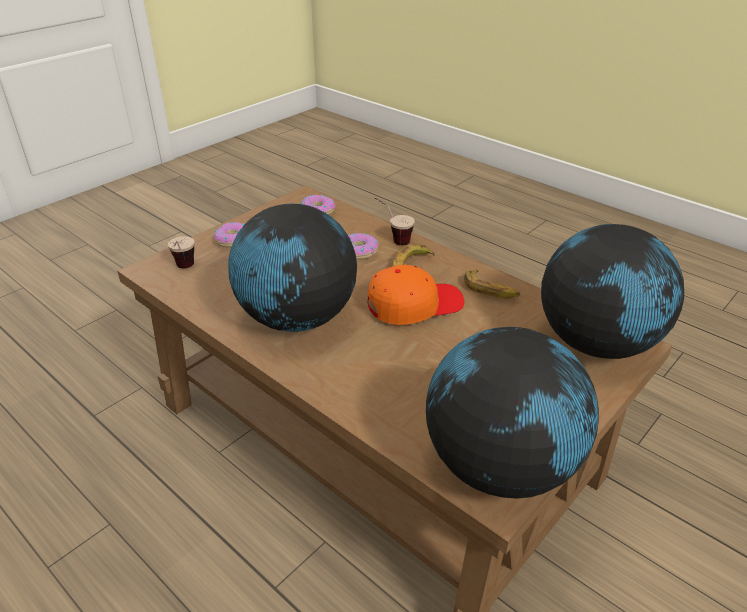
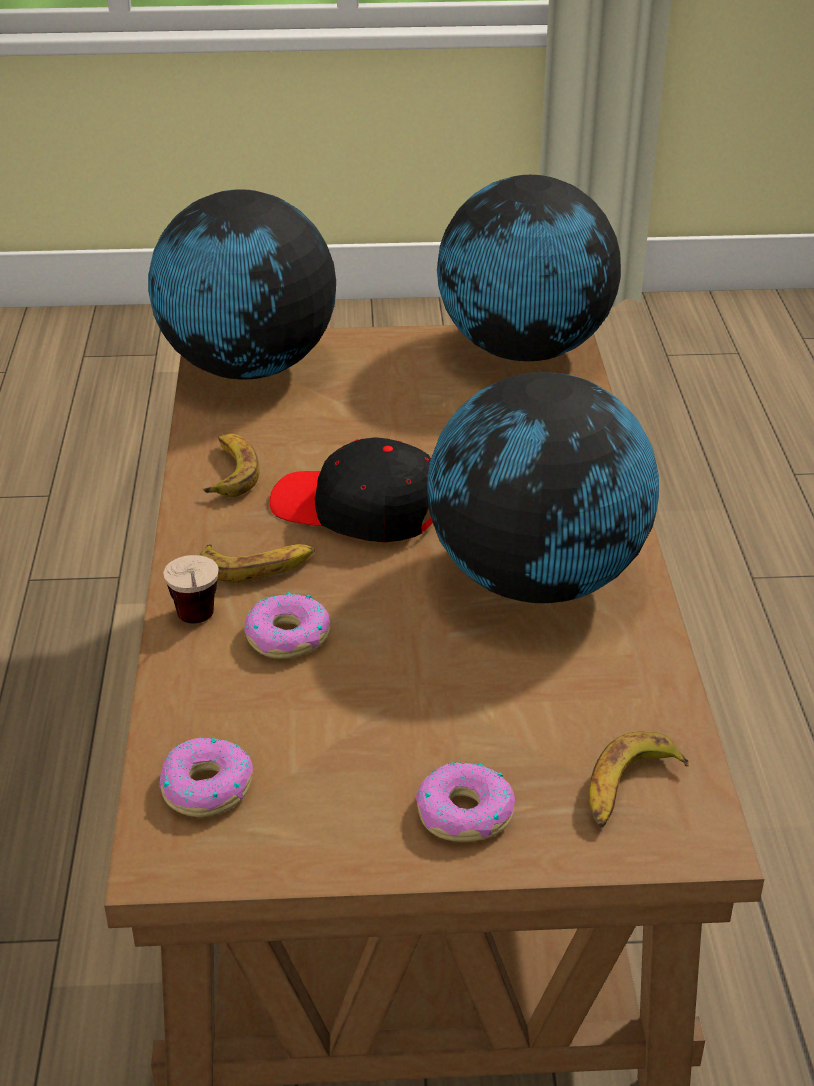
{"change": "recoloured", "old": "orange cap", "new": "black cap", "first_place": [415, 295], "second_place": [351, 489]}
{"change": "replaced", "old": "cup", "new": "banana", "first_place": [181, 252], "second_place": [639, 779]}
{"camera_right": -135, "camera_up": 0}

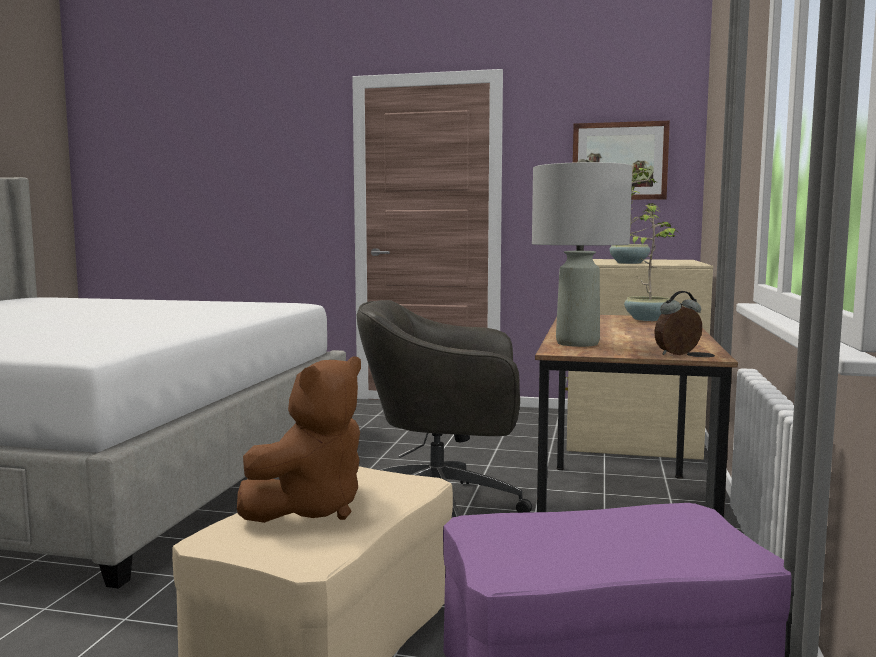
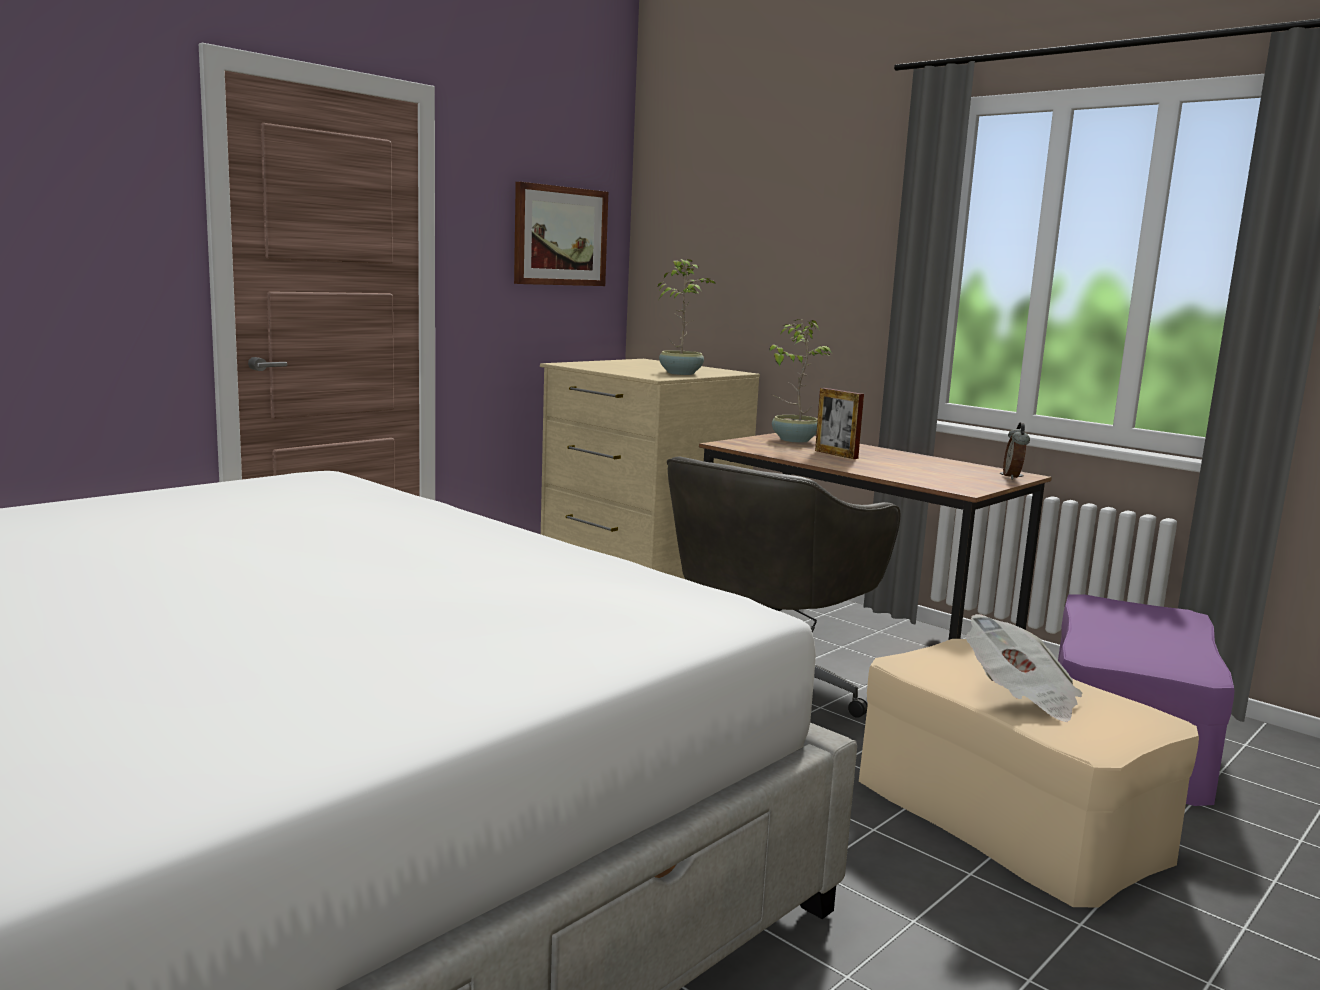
{"change": "added", "new": "picture frame", "second_place": [839, 423]}
{"change": "replaced", "old": "brown plush toy", "new": "newspaper", "first_place": [299, 440], "second_place": [1024, 668]}
{"change": "removed", "old": "grey table lamp", "first_place": [582, 253]}
{"camera_right": -60, "camera_up": 5}

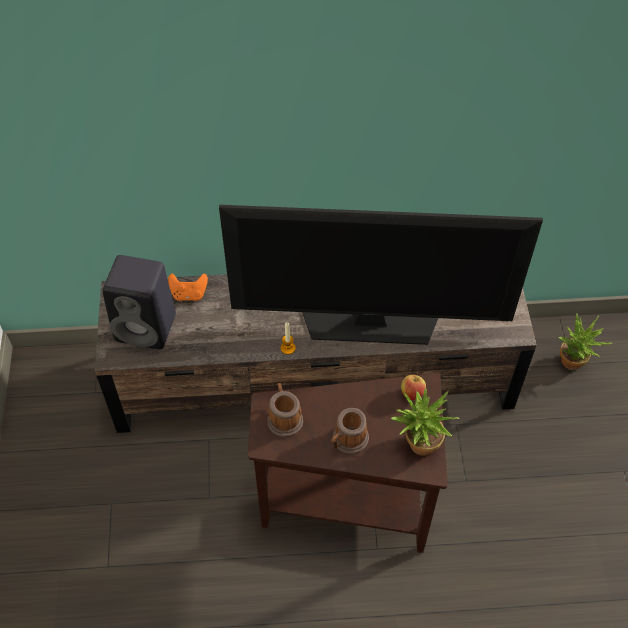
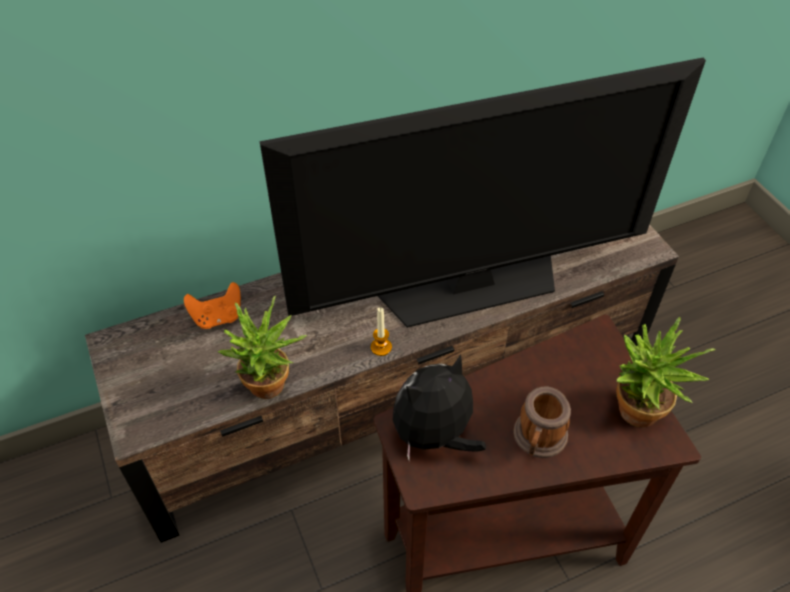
{"change": "moved", "old": "potted plant", "first_place": [585, 341], "second_place": [262, 347]}
{"change": "replaced", "old": "mug", "new": "plush toy", "first_place": [285, 410], "second_place": [439, 407]}
{"change": "removed", "old": "black speaker", "first_place": [139, 302]}
{"change": "removed", "old": "apple", "first_place": [413, 386]}
{"camera_right": -20, "camera_up": -5}

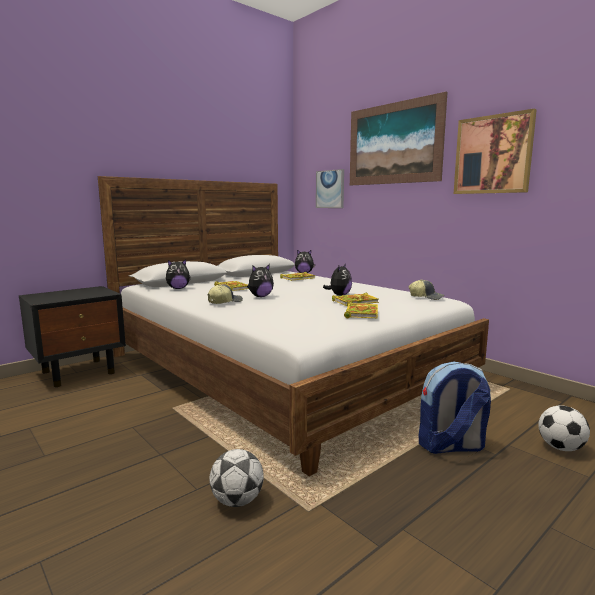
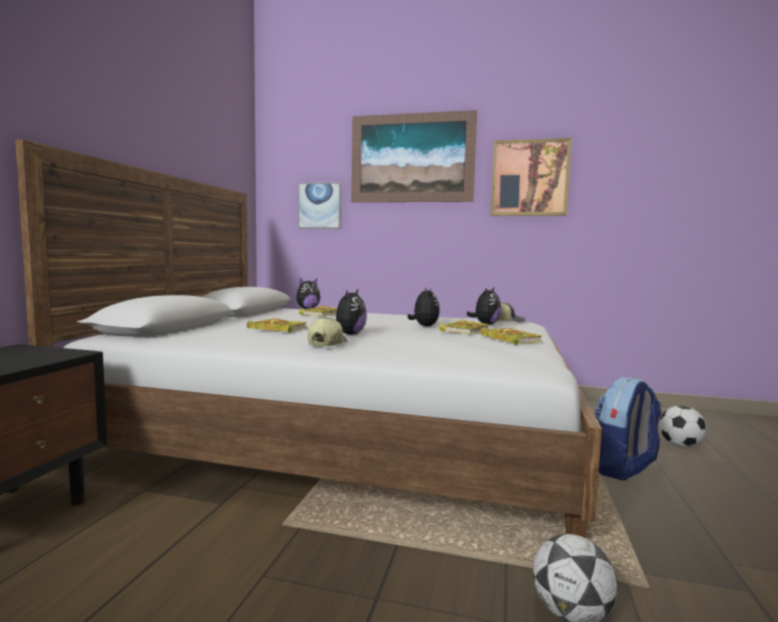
{"change": "moved", "old": "plush toy", "first_place": [178, 274], "second_place": [483, 306]}
{"camera_right": -35, "camera_up": -5}

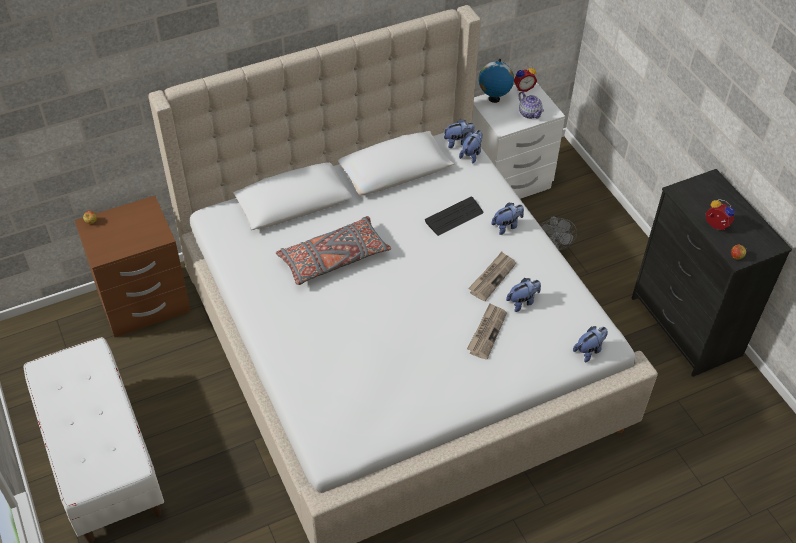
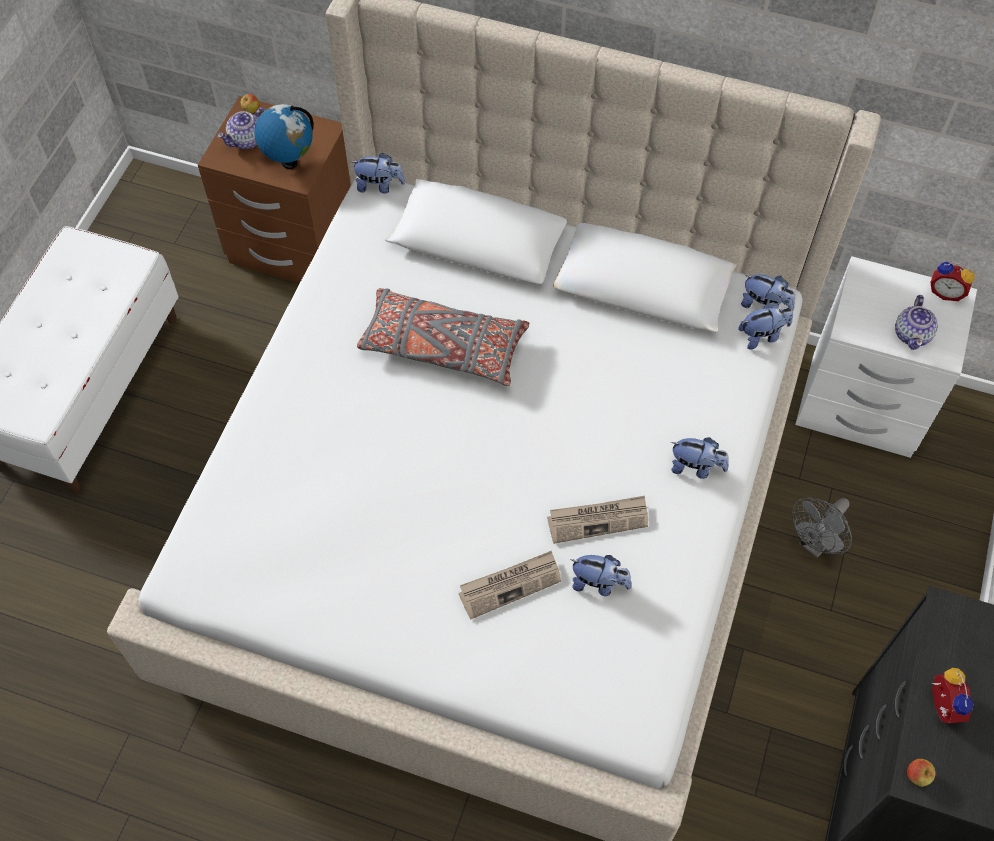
{"change": "added", "new": "teapot", "second_place": [241, 128]}
{"change": "moved", "old": "globe", "first_place": [496, 81], "second_place": [284, 136]}
{"change": "moved", "old": "plush toy", "first_place": [590, 344], "second_place": [378, 173]}
{"change": "removed", "old": "keyboard", "first_place": [454, 216]}
{"camera_right": 45, "camera_up": 10}

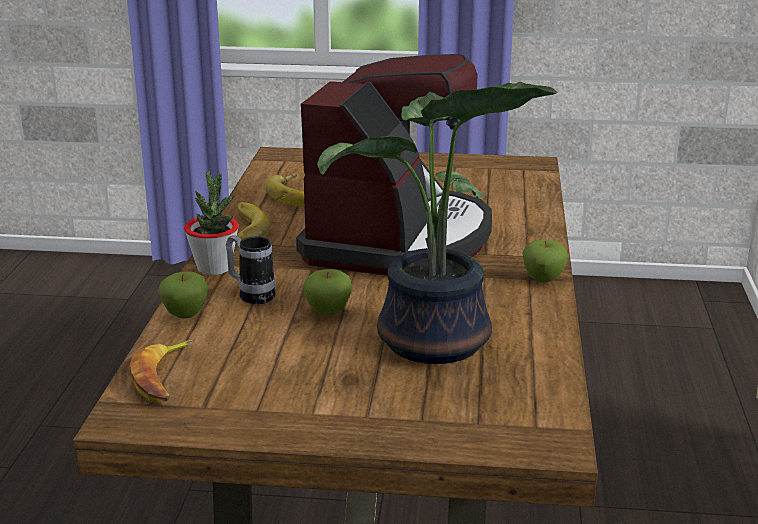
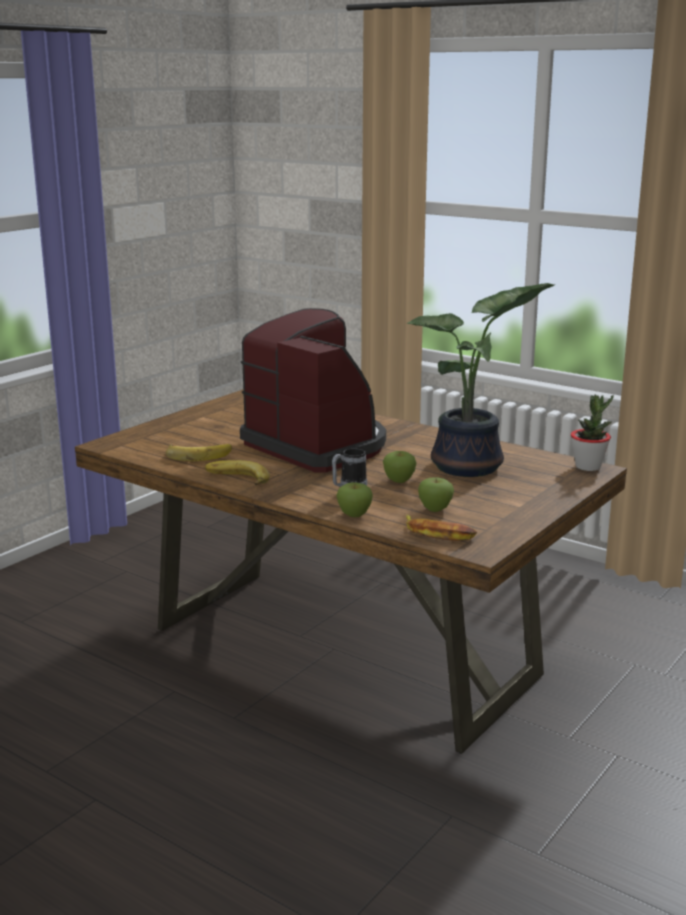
{"change": "moved", "old": "apple", "first_place": [545, 261], "second_place": [436, 494]}
{"change": "moved", "old": "potted plant", "first_place": [211, 223], "second_place": [592, 433]}
{"camera_right": -60, "camera_up": -5}

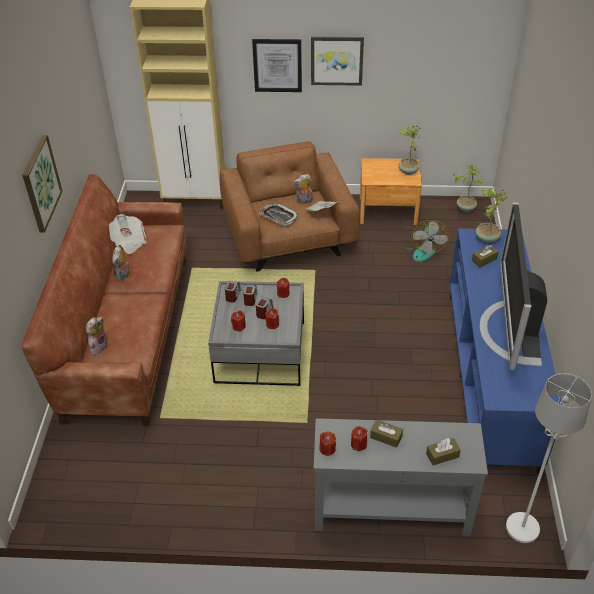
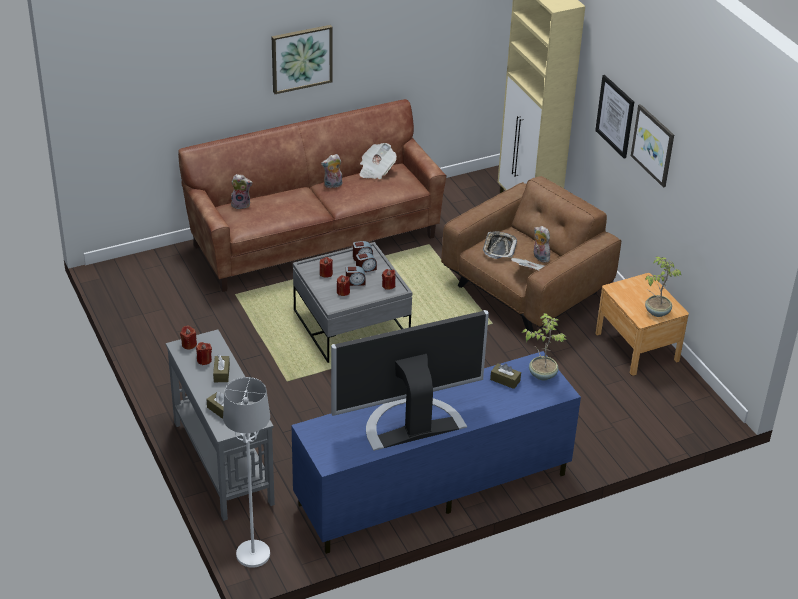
{"change": "removed", "old": "fan", "first_place": [425, 241]}
{"change": "removed", "old": "potted plant", "first_place": [468, 188]}
{"camera_right": 60, "camera_up": -5}

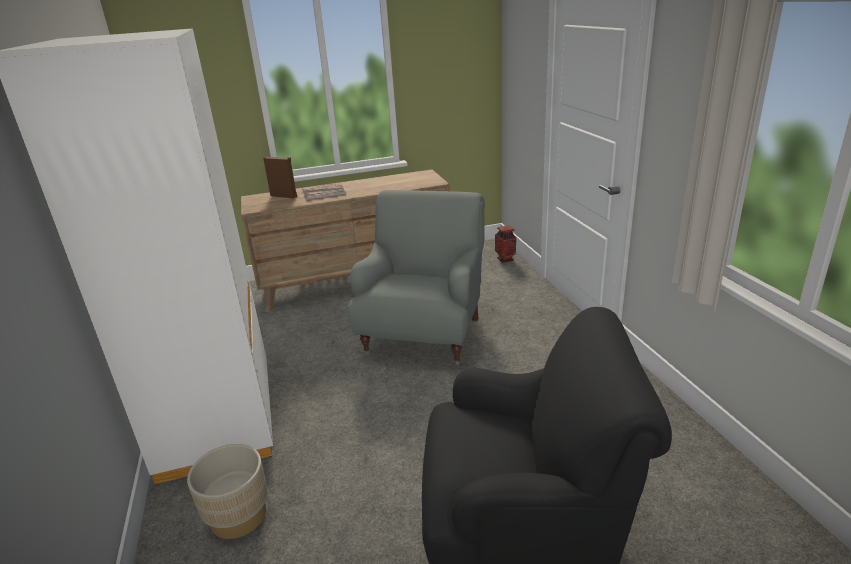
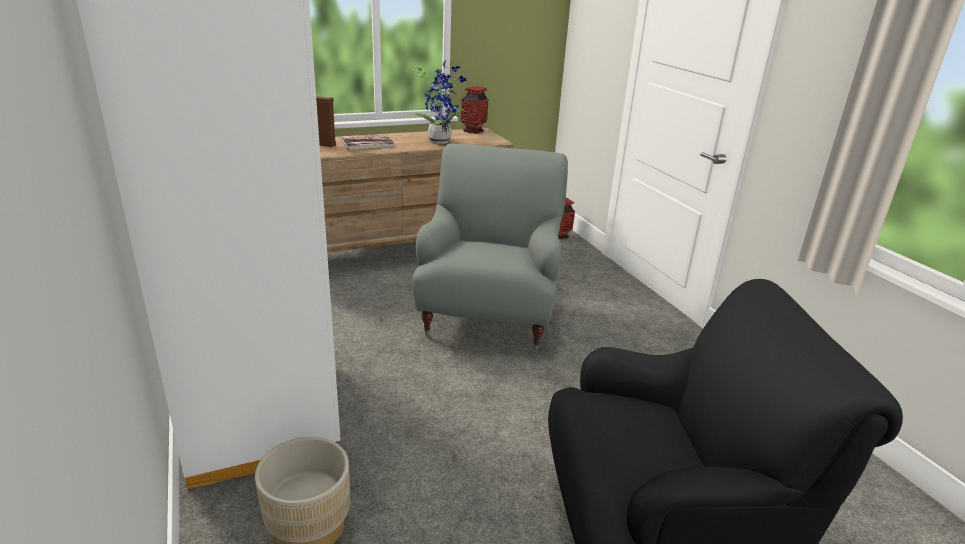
{"change": "added", "new": "potted plant", "second_place": [438, 102]}
{"change": "added", "new": "vase", "second_place": [475, 110]}
{"camera_right": -10, "camera_up": 0}

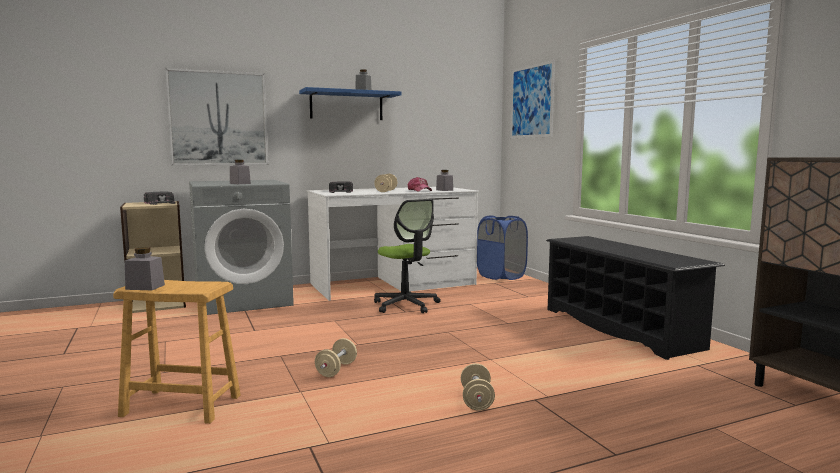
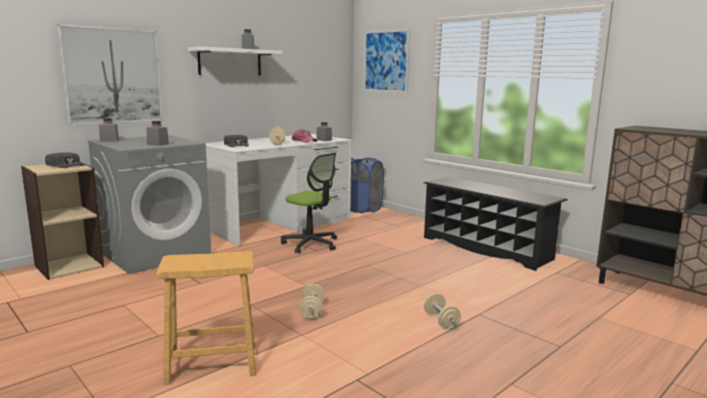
{"change": "moved", "old": "grey jar", "first_place": [145, 268], "second_place": [109, 130]}
{"change": "recoloured", "old": "blue shelf", "new": "white shelf", "first_place": [350, 103], "second_place": [235, 61]}
{"camera_right": -20, "camera_up": 5}

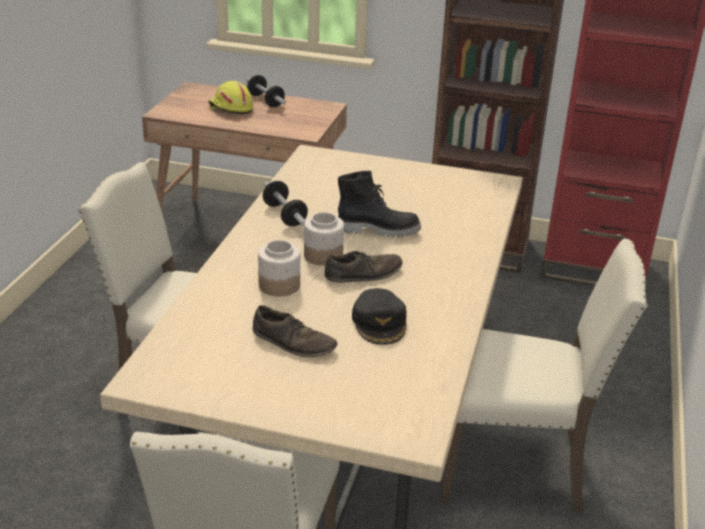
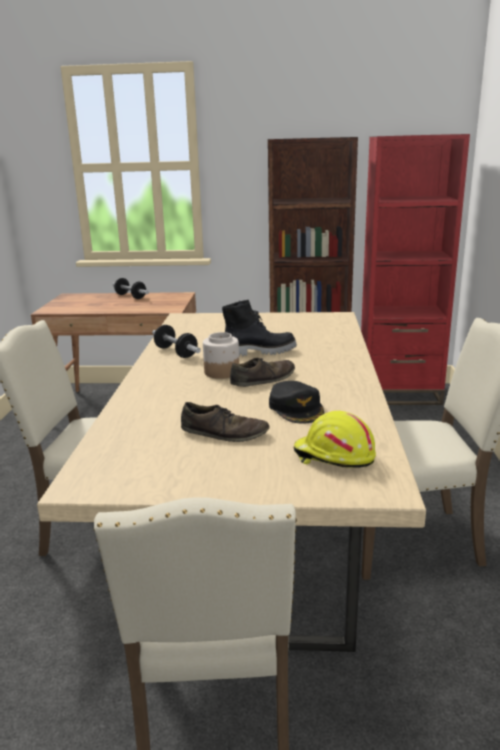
{"change": "moved", "old": "yellow hard hat", "first_place": [231, 97], "second_place": [334, 439]}
{"change": "removed", "old": "jar", "first_place": [279, 268]}
{"camera_right": -10, "camera_up": -10}

